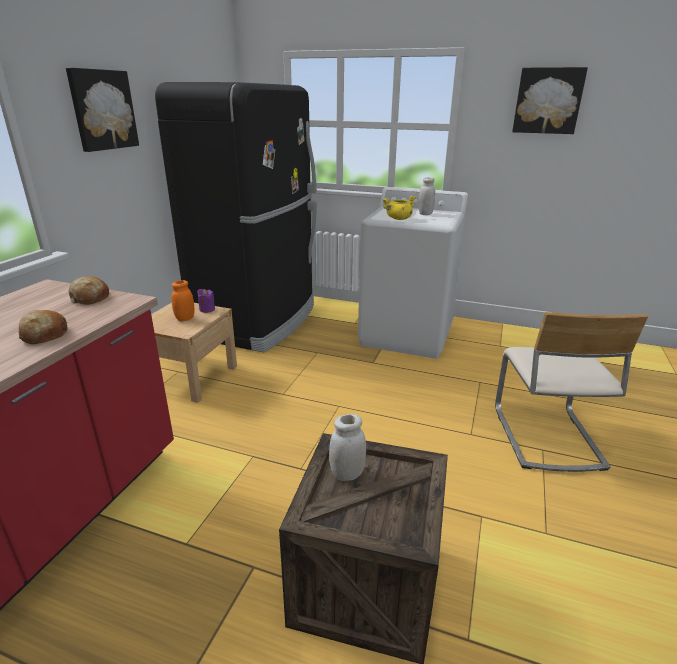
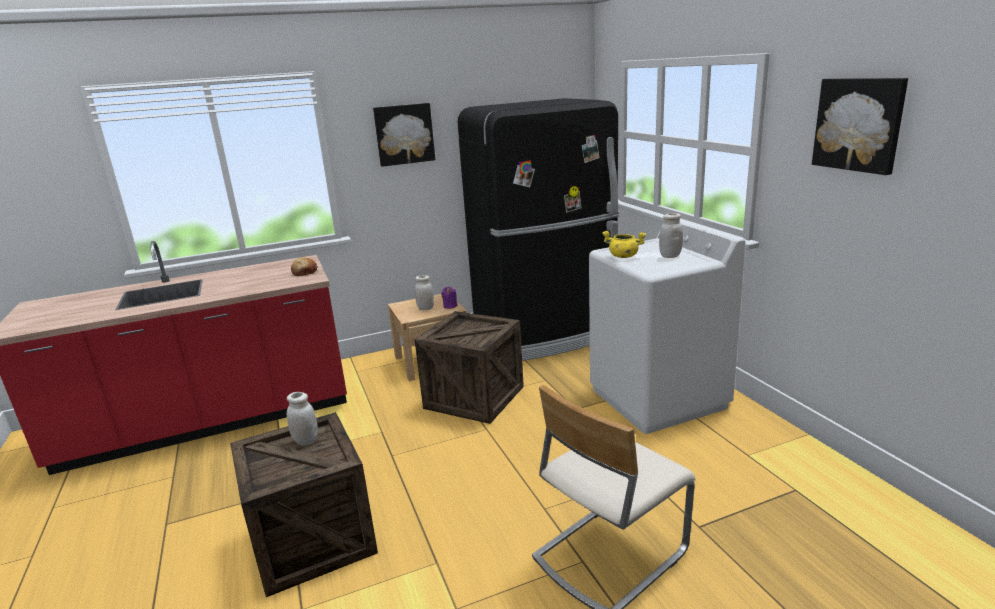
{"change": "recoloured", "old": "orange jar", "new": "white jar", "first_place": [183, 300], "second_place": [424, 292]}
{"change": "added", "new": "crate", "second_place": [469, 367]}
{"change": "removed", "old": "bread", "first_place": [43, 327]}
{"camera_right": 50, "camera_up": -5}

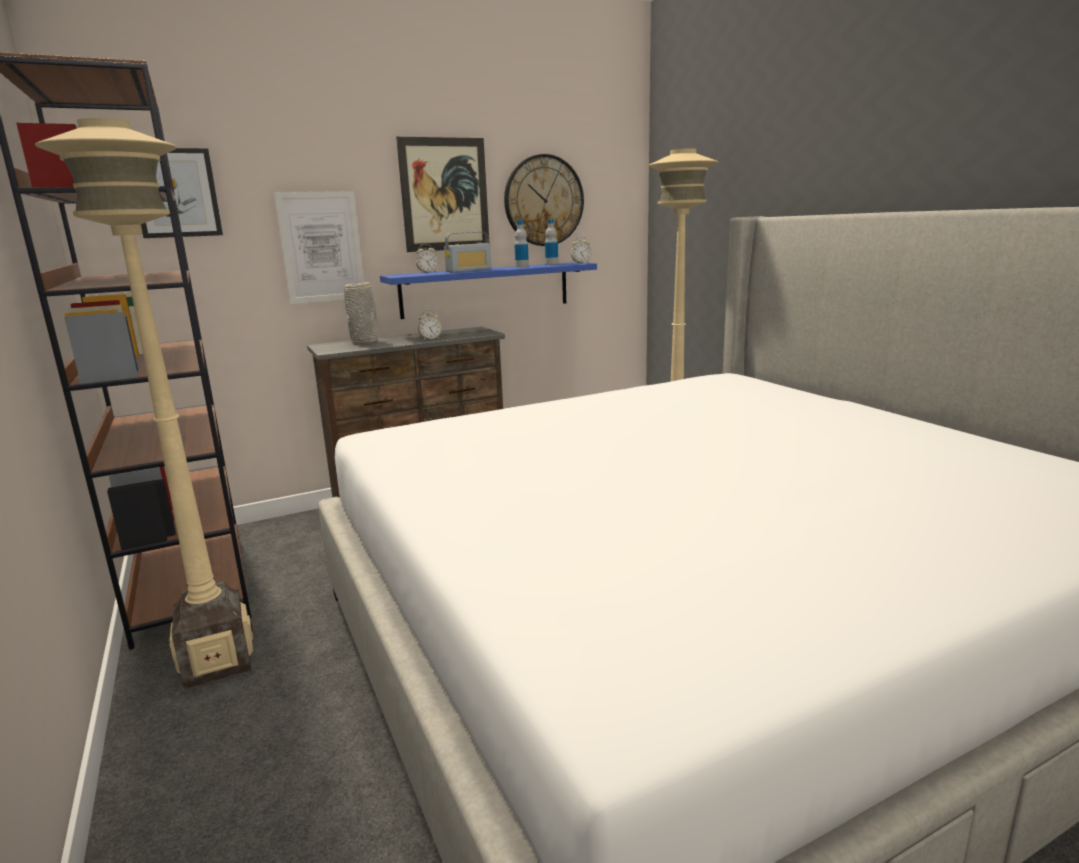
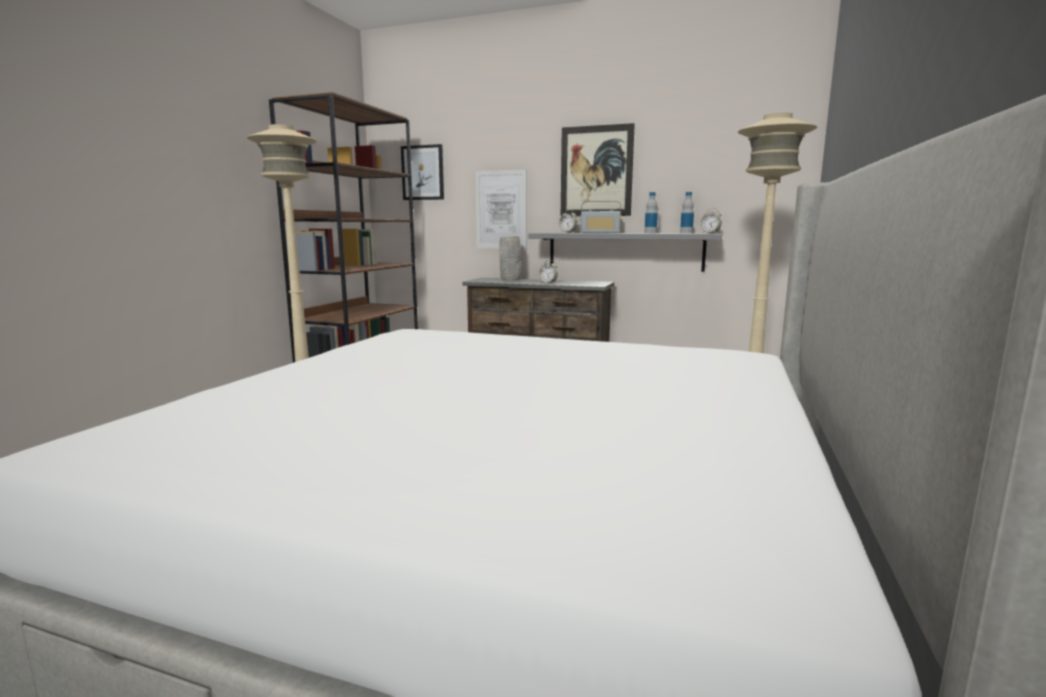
{"change": "recoloured", "old": "blue shelf", "new": "grey shelf", "first_place": [488, 290], "second_place": [625, 252]}
{"change": "removed", "old": "wall clock", "first_place": [544, 200]}
{"camera_right": 45, "camera_up": -5}

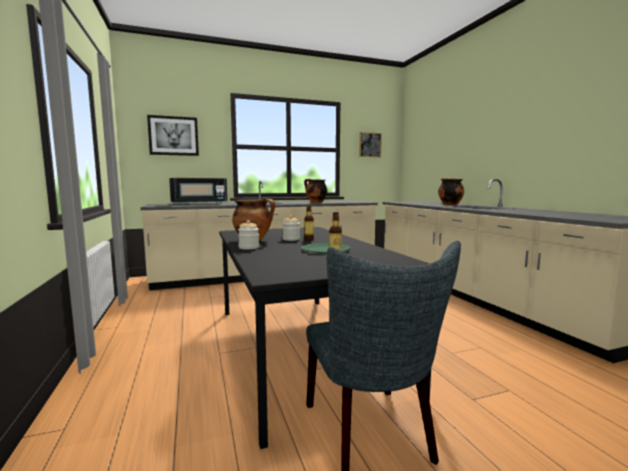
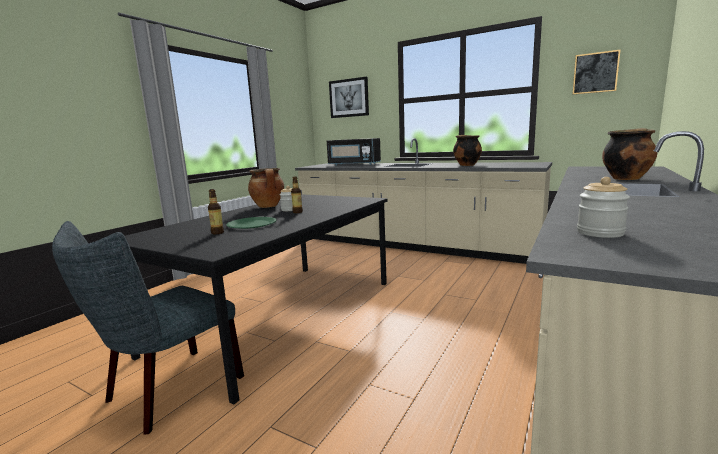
{"change": "moved", "old": "jar", "first_place": [248, 234], "second_place": [603, 207]}
{"camera_right": 50, "camera_up": 5}

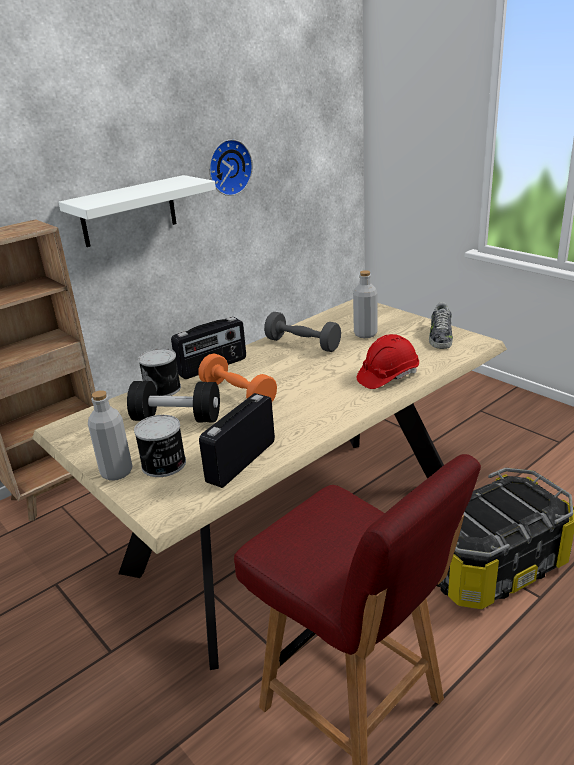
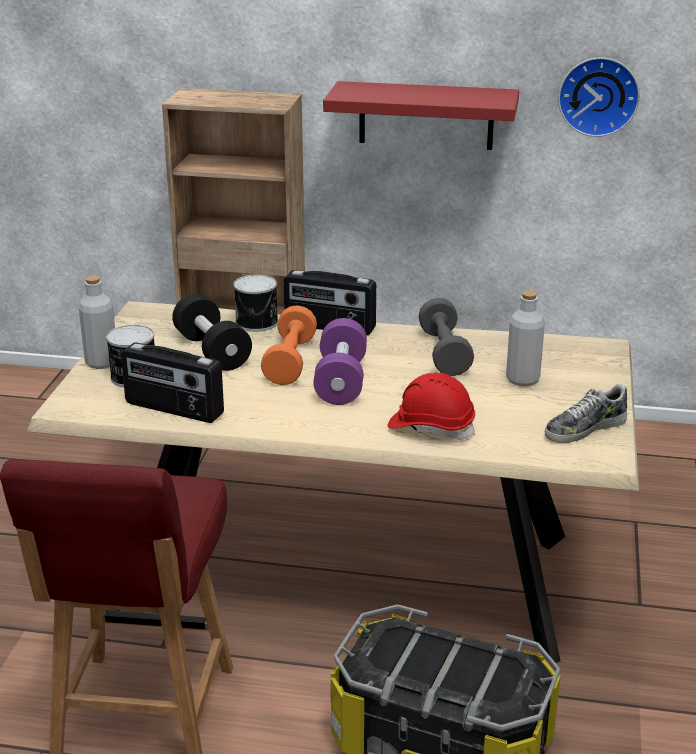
{"change": "turned", "old": "radio", "first_place": [237, 440], "second_place": [172, 382], "degrees": -150}
{"change": "added", "new": "purple dumbbell", "second_place": [340, 361]}
{"change": "recoloured", "old": "white shelf", "new": "red shelf", "first_place": [137, 211], "second_place": [421, 115]}
{"camera_right": 50, "camera_up": 0}

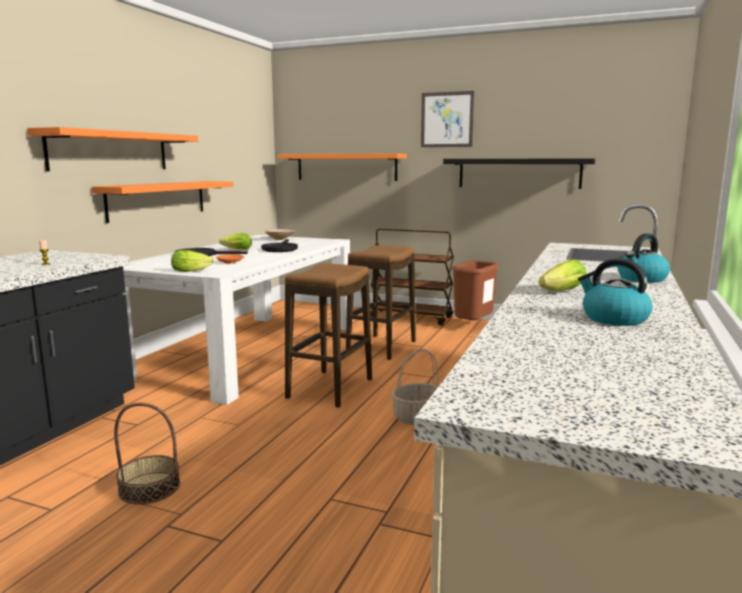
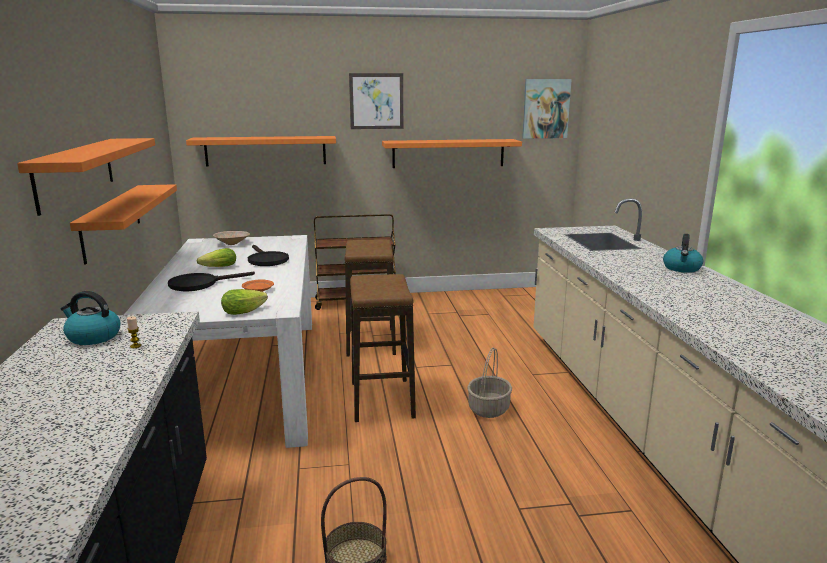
{"change": "moved", "old": "kettle", "first_place": [615, 292], "second_place": [90, 318]}
{"change": "recoloured", "old": "black shelf", "new": "orange shelf", "first_place": [519, 173], "second_place": [452, 153]}
{"change": "added", "new": "picture", "second_place": [547, 109]}
{"change": "removed", "old": "brown trash can", "first_place": [475, 290]}
{"change": "removed", "old": "lettuce", "first_place": [562, 275]}
{"camera_right": -30, "camera_up": 5}

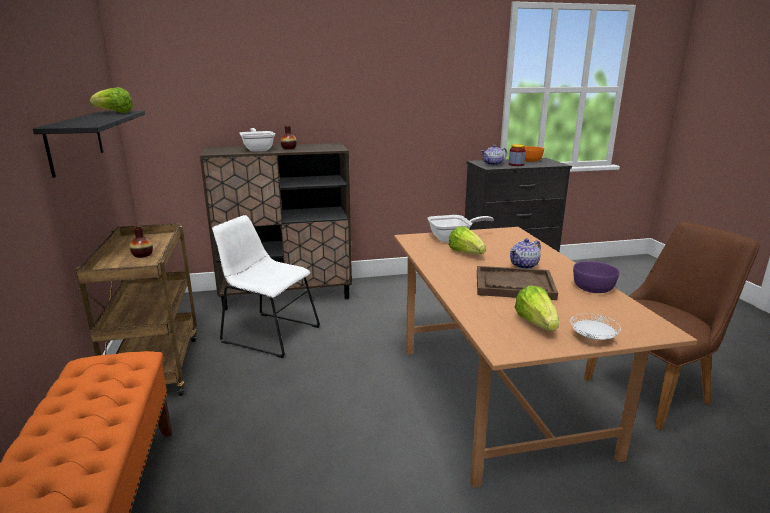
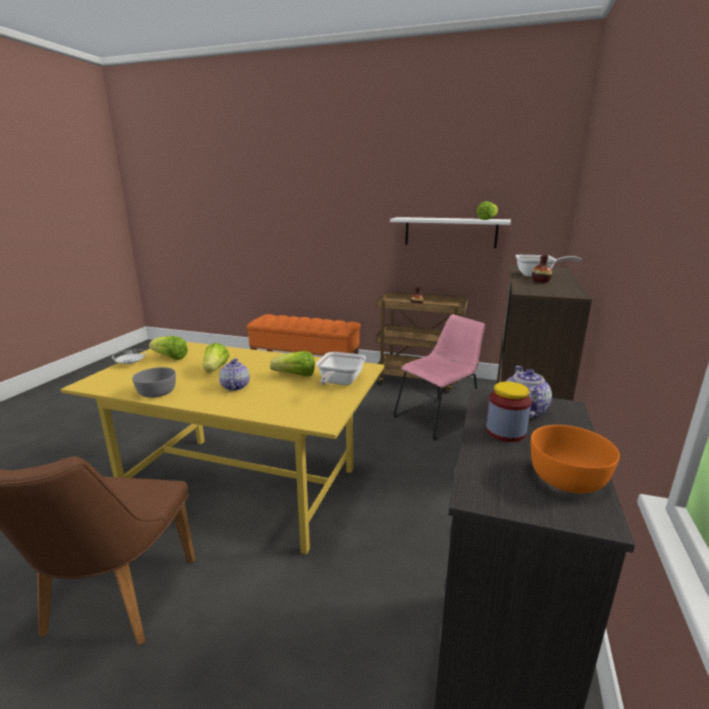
{"change": "recoloured", "old": "brown dining table", "new": "yellow dining table", "first_place": [545, 357], "second_place": [222, 448]}
{"change": "recoloured", "old": "purple bowl", "new": "grey bowl", "first_place": [596, 277], "second_place": [154, 382]}
{"change": "replaced", "old": "brown tray", "new": "lettuce", "first_place": [517, 283], "second_place": [216, 358]}
{"change": "recoloured", "old": "black shelf", "new": "white shelf", "first_place": [89, 144], "second_place": [450, 232]}
{"change": "recoloured", "old": "white chair", "new": "pink chair", "first_place": [266, 286], "second_place": [439, 377]}
{"camera_right": 120, "camera_up": 0}

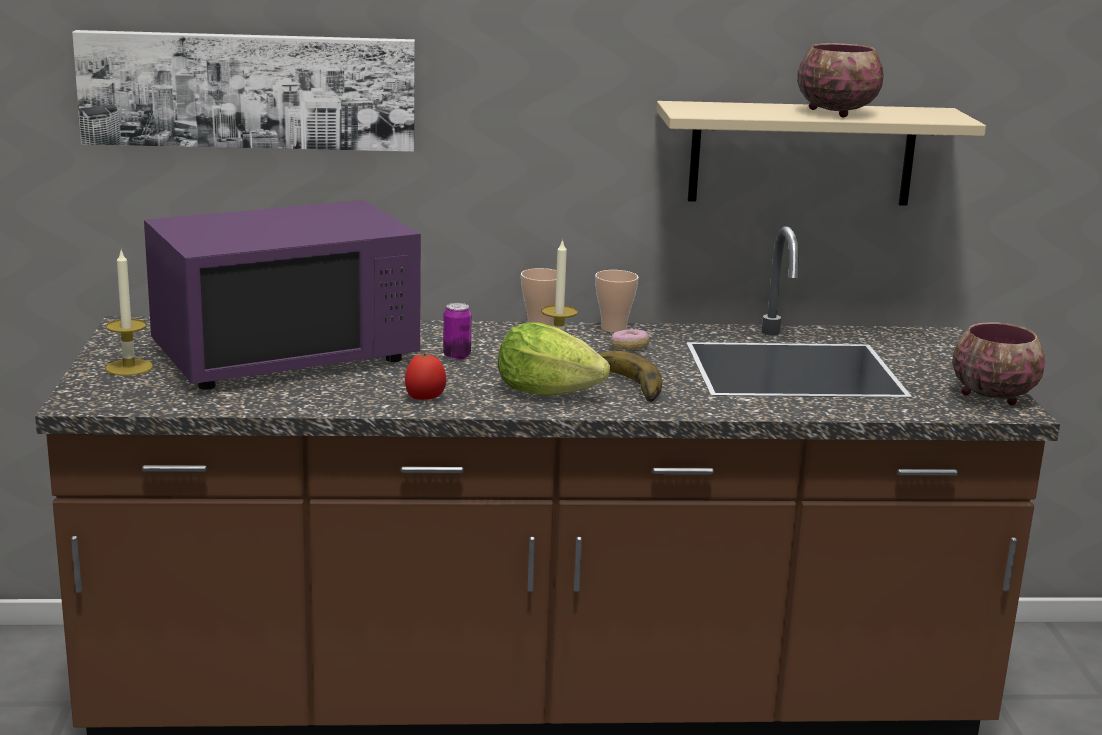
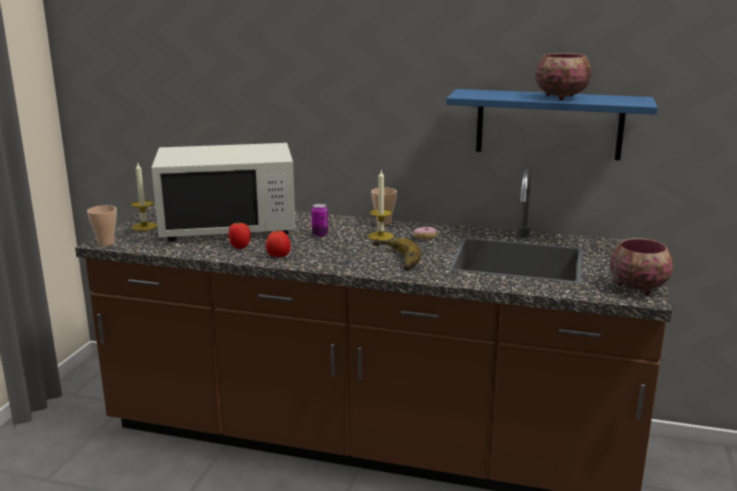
{"change": "moved", "old": "cup", "first_place": [617, 301], "second_place": [102, 225]}
{"change": "recoloured", "old": "purple microwave", "new": "white microwave", "first_place": [282, 295], "second_place": [223, 192]}
{"change": "added", "new": "tomato", "second_place": [240, 235]}
{"change": "recoloured", "old": "beige shelf", "new": "blue shelf", "first_place": [821, 153], "second_place": [552, 124]}
{"change": "removed", "old": "picture", "first_place": [243, 91]}
{"change": "removed", "old": "lettuce", "first_place": [554, 359]}
{"camera_right": 20, "camera_up": 0}

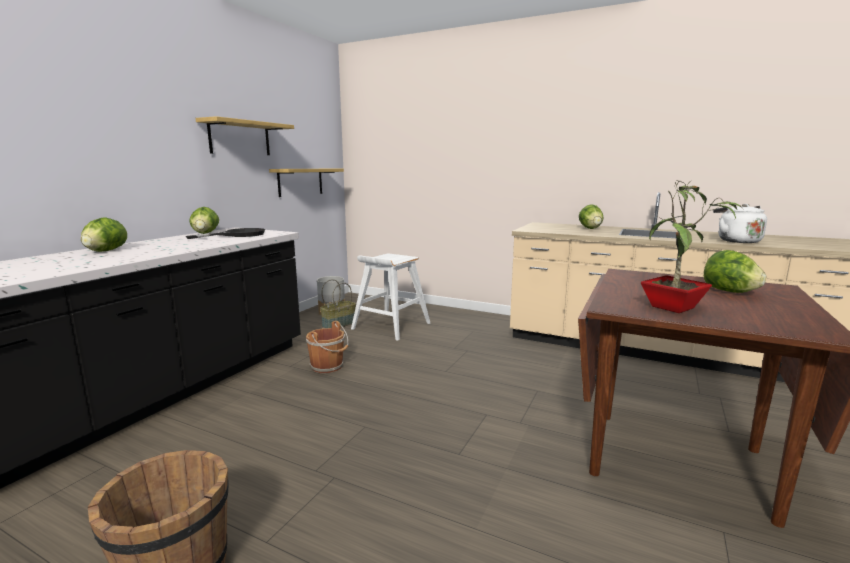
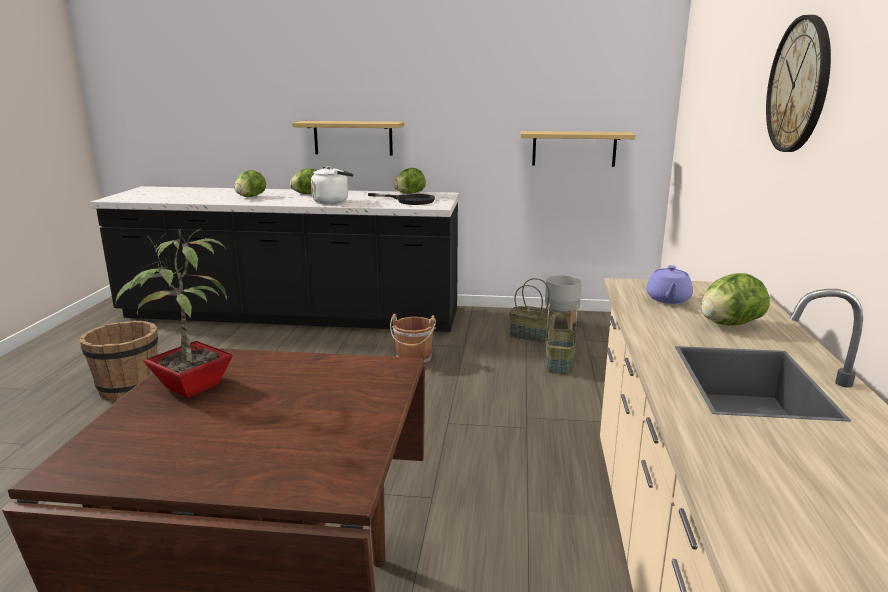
{"change": "moved", "old": "lettuce", "first_place": [735, 271], "second_place": [250, 183]}
{"change": "moved", "old": "shelf", "first_place": [244, 135], "second_place": [348, 138]}
{"change": "moved", "old": "white kettle", "first_place": [740, 223], "second_place": [332, 185]}
{"change": "replaced", "old": "white stool", "new": "basket", "first_place": [390, 297], "second_place": [561, 339]}
{"change": "added", "new": "purple teapot", "second_place": [669, 284]}
{"change": "added", "new": "wall clock", "second_place": [798, 83]}
{"camera_right": 70, "camera_up": 5}

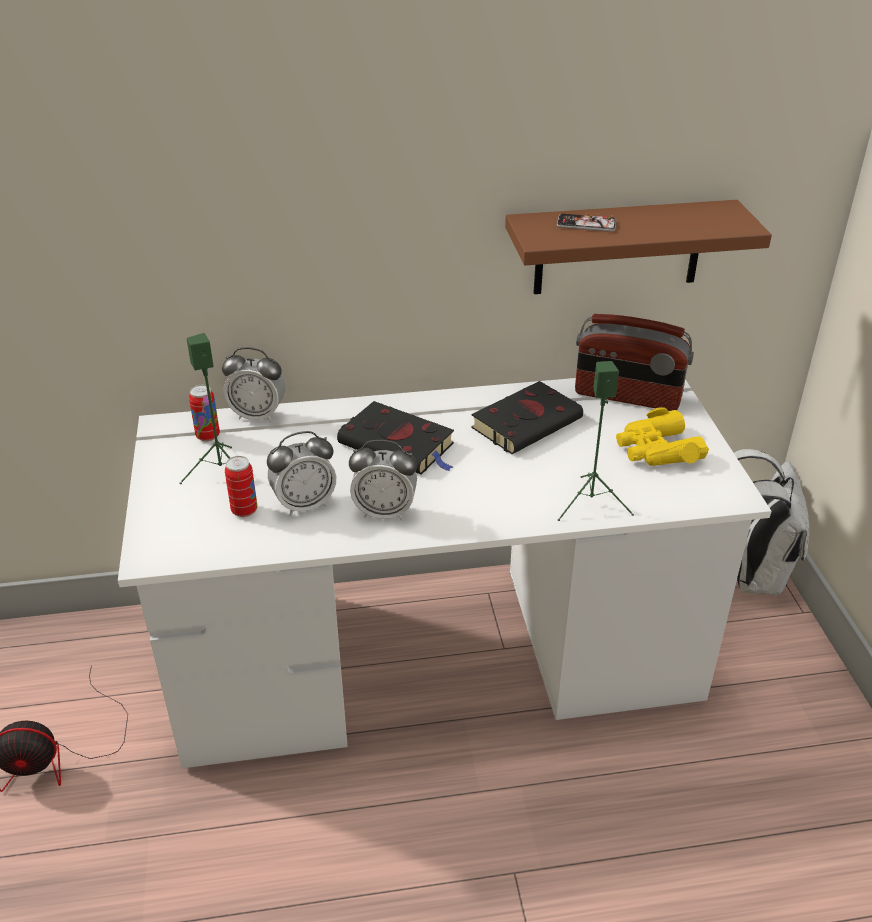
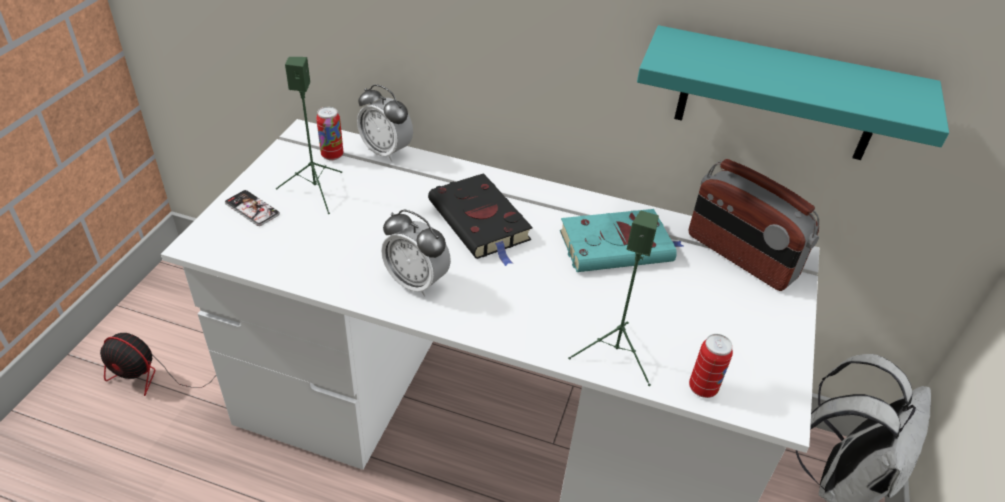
{"change": "moved", "old": "phone", "first_place": [586, 222], "second_place": [252, 208]}
{"change": "recoloured", "old": "black book", "new": "turquoise book", "first_place": [527, 417], "second_place": [621, 240]}
{"change": "recoloured", "old": "brown shelf", "new": "turquoise shelf", "first_place": [638, 247], "second_place": [793, 92]}
{"change": "moved", "old": "can", "first_place": [241, 486], "second_place": [711, 366]}
{"change": "removed", "old": "alarm clock", "first_place": [301, 473]}
{"change": "removed", "old": "yellow binoculars", "first_place": [662, 436]}
{"camera_right": 25, "camera_up": 5}

